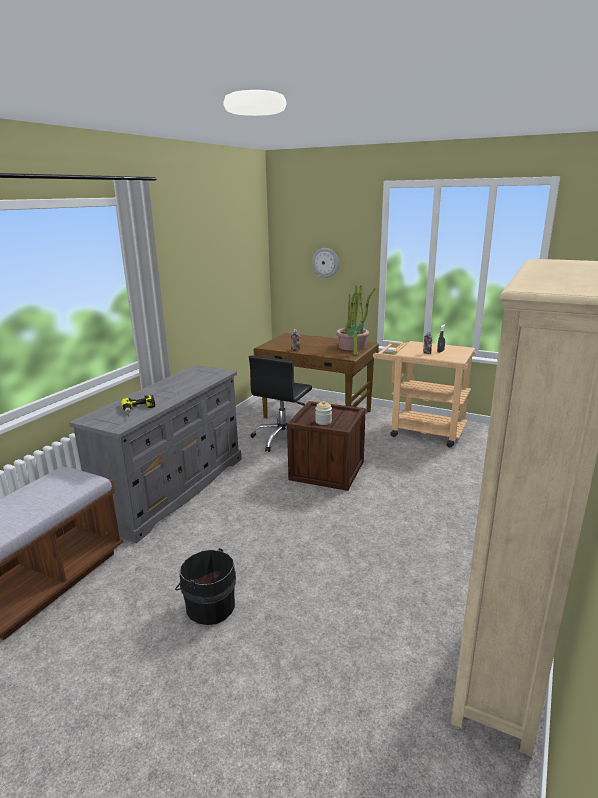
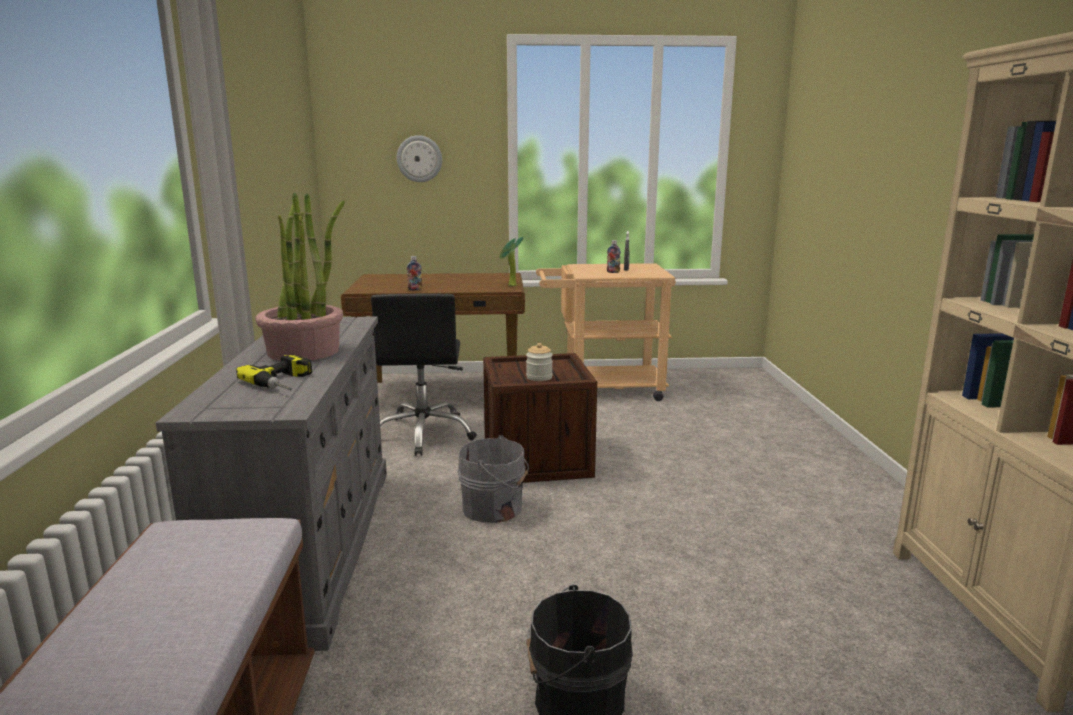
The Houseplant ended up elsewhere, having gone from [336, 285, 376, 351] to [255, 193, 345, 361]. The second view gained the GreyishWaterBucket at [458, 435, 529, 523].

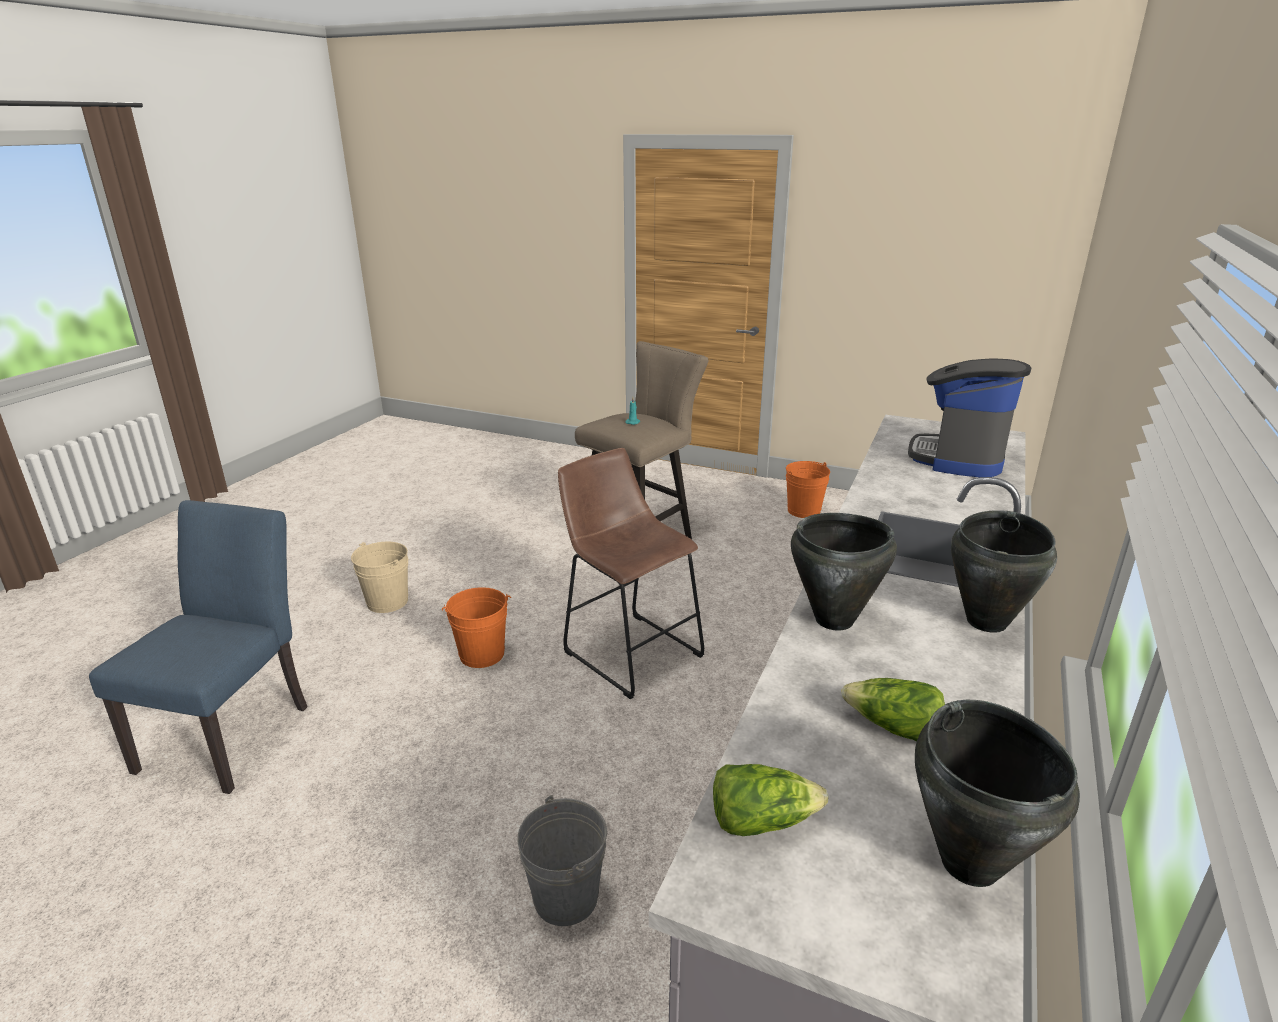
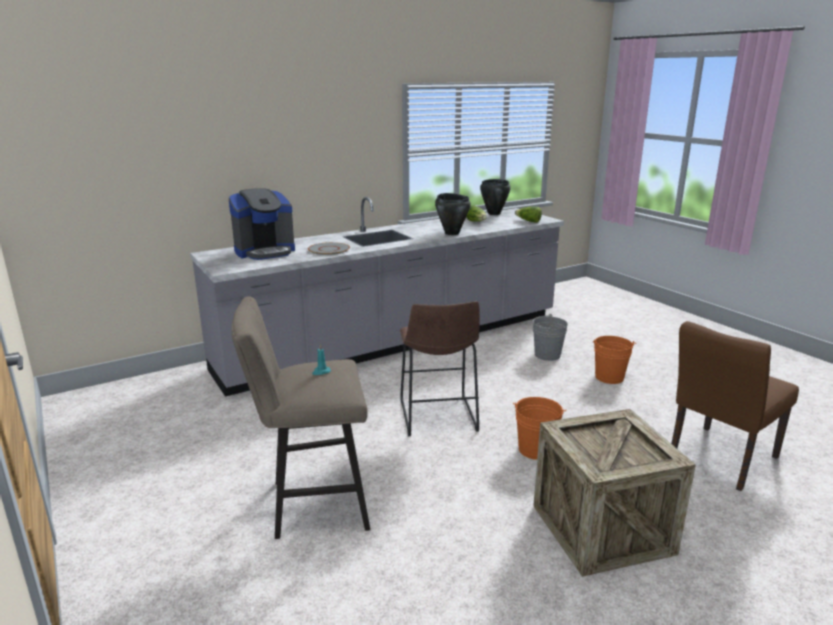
The OrangeyWaterBucket ended up elsewhere, having gone from [786, 461, 830, 518] to [593, 336, 636, 384]. What was the BluePlainChair at [89, 500, 308, 794] turned into the BrownishPlainChair at [671, 321, 799, 491]. The second view lost the BlackCookingPot at [951, 510, 1057, 633]. Where the SandColouredWaterBucket stood at [351, 542, 408, 613], the Crate came to stand at [533, 409, 696, 577]. The second view gained the GreyishFlatDish at [308, 242, 350, 255].

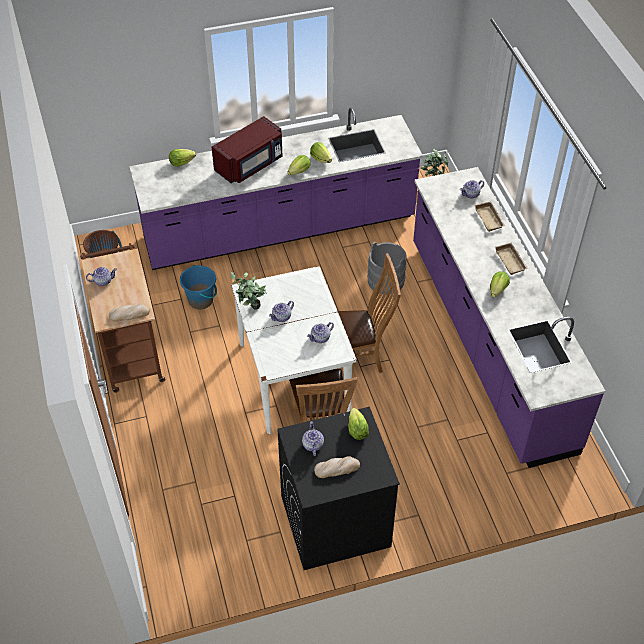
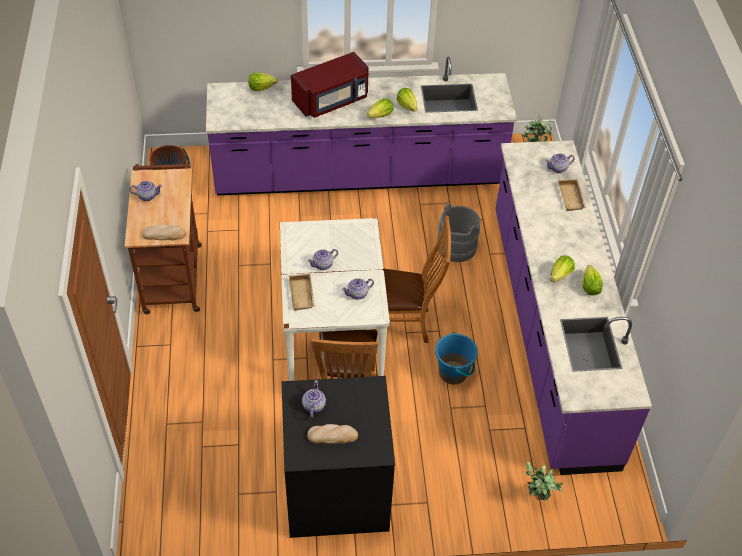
The SandColouredTray ended up elsewhere, having gone from [495, 242, 528, 275] to [289, 274, 315, 311]. The BlueWaterBucket ended up elsewhere, having gone from [180, 265, 217, 310] to [435, 332, 478, 384]. The Houseplant ended up elsewhere, having gone from [231, 272, 267, 310] to [526, 461, 563, 500]. The HeadOfLettuce ended up elsewhere, having gone from [348, 408, 369, 440] to [582, 265, 603, 295].

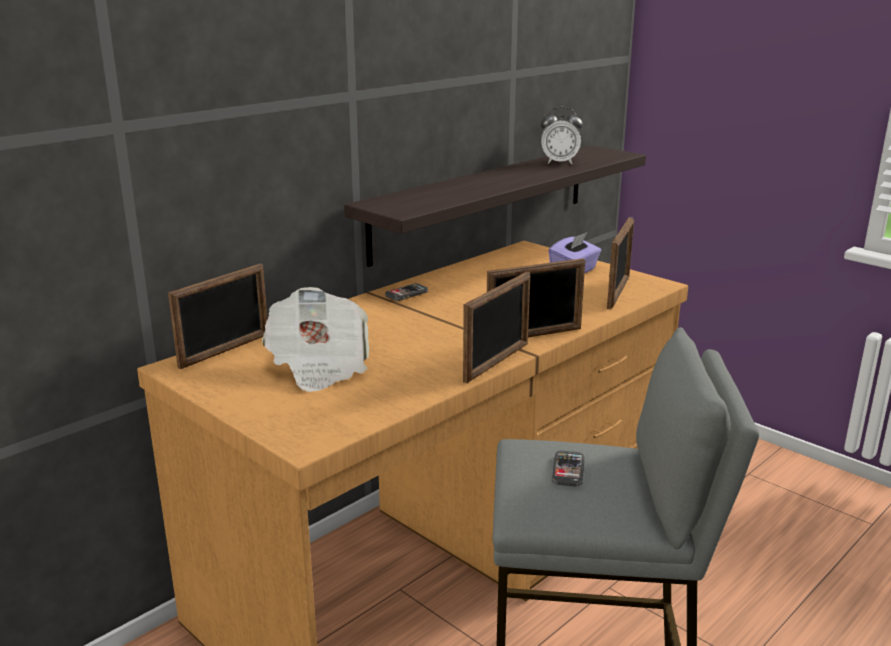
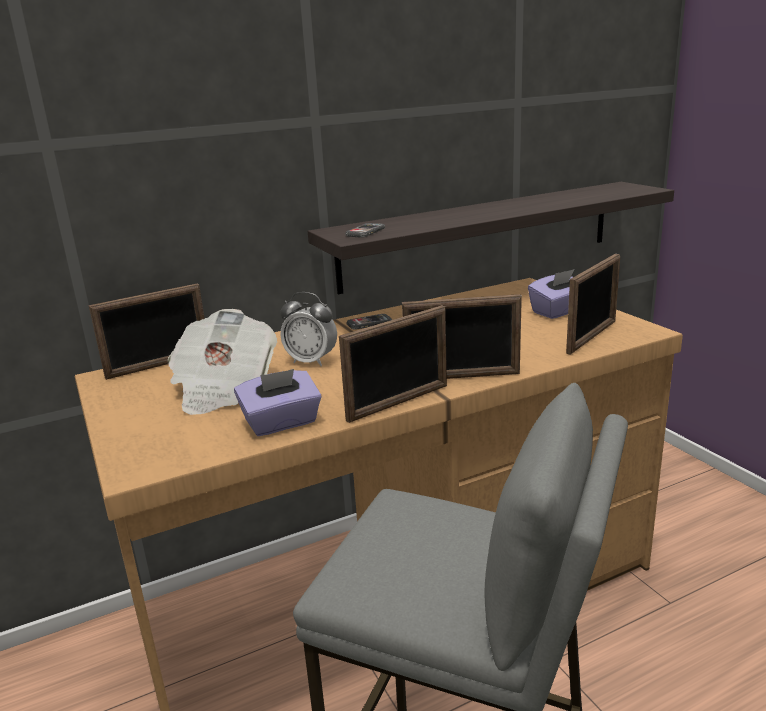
The TableClock ended up elsewhere, having gone from [541, 107, 583, 164] to [280, 292, 337, 366]. The Phone ended up elsewhere, having gone from [552, 451, 584, 487] to [345, 223, 385, 238]. The second view gained the PurpleColouredTissueBox at [234, 369, 322, 436].

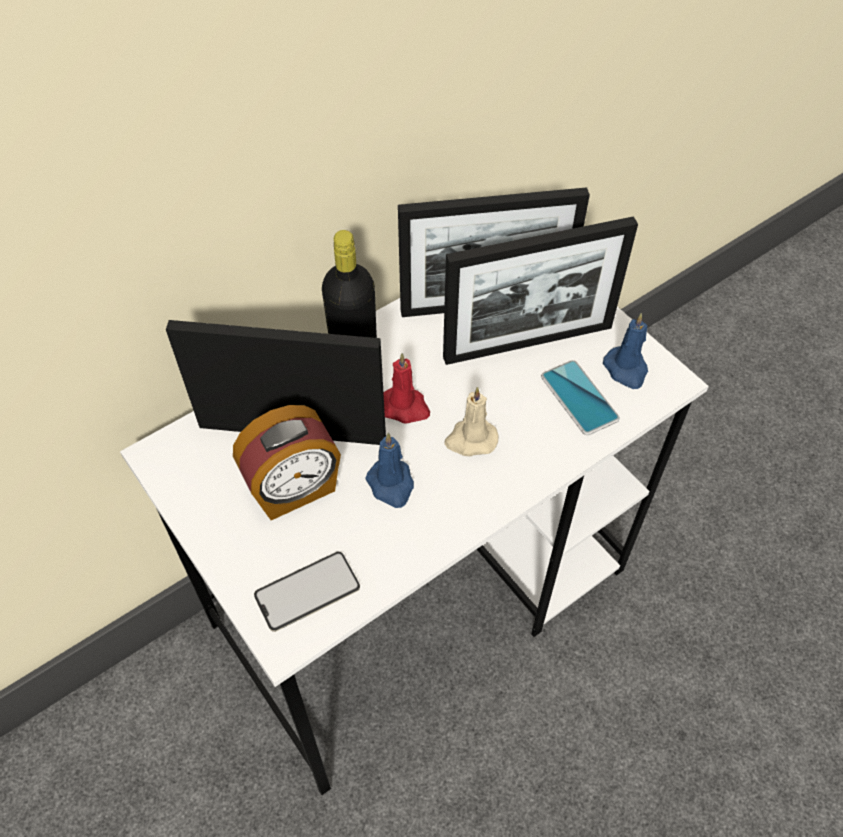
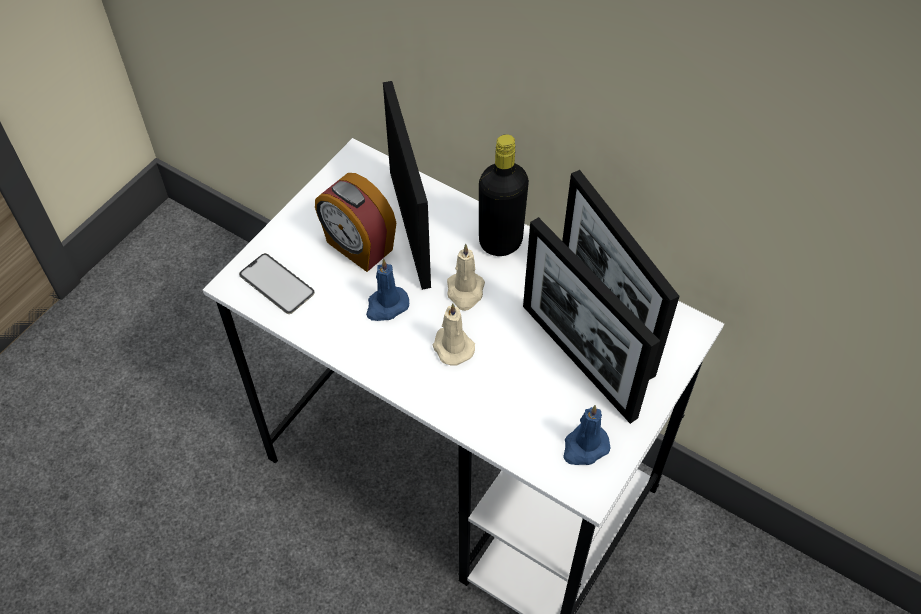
What was the ReddishWaxLight at [383, 353, 430, 424] turned into the SandColouredWaxLight at [447, 244, 485, 311]. The second view lost the Phone at [541, 360, 620, 435].

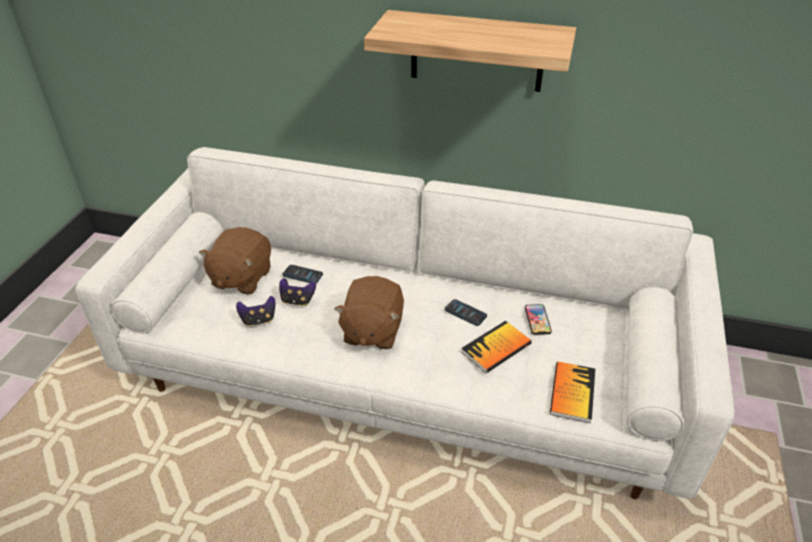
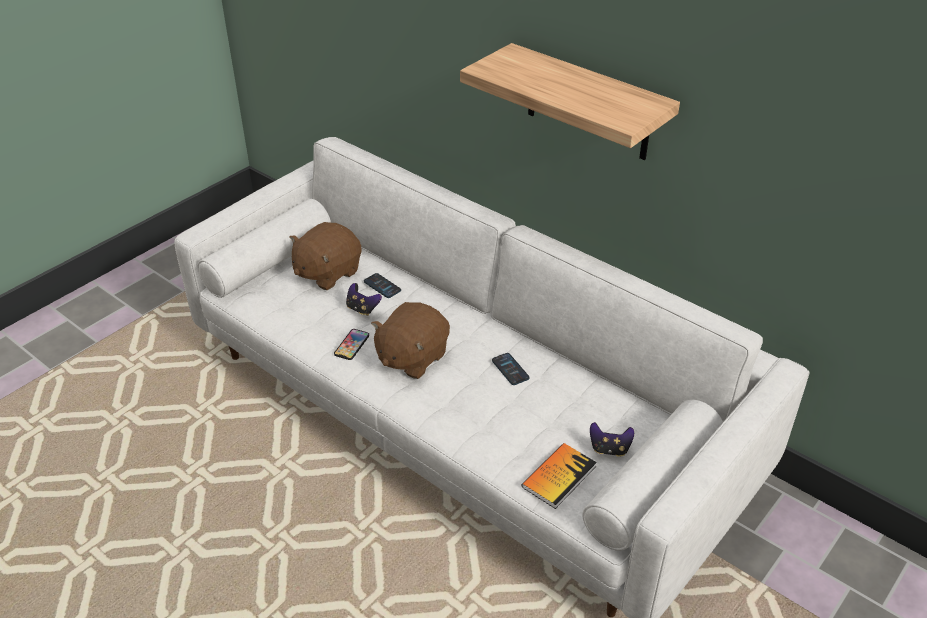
The GameController ended up elsewhere, having gone from [236, 296, 275, 326] to [590, 422, 634, 457]. The Phone ended up elsewhere, having gone from [525, 304, 552, 335] to [334, 329, 369, 360]. The second view lost the BoundBook at [461, 321, 532, 373].

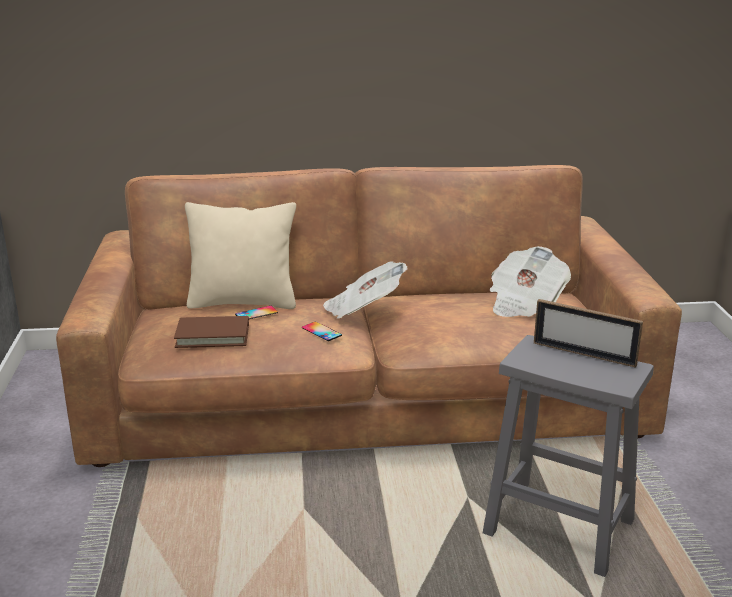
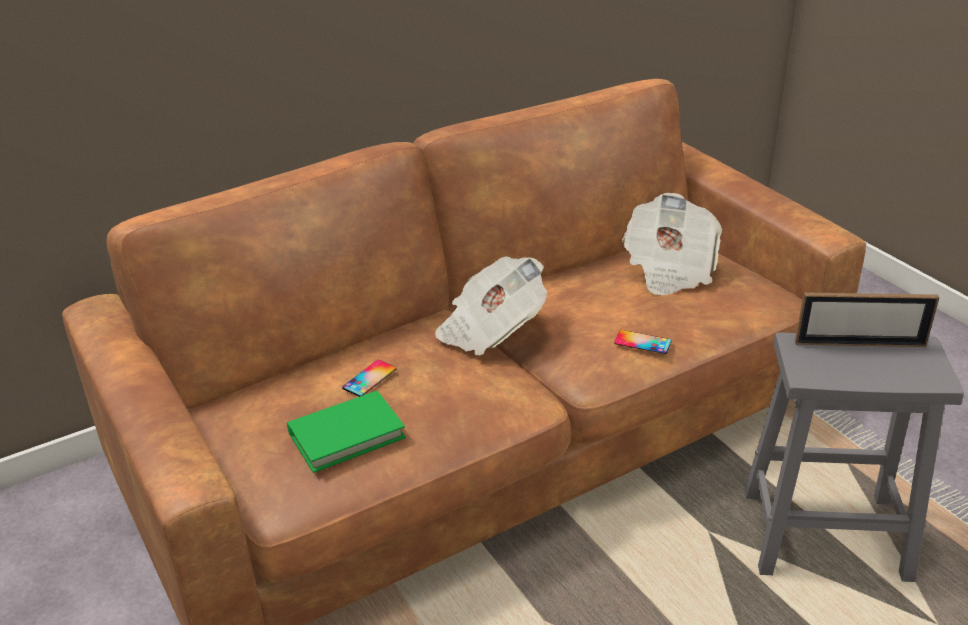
The second view lost the SandColouredPillow at [185, 202, 296, 309]. What was the BrownishBoundBook at [174, 316, 249, 348] turned into the GreenishBoundBook at [287, 391, 406, 473]. The Phone ended up elsewhere, having gone from [302, 322, 342, 341] to [614, 330, 672, 354].

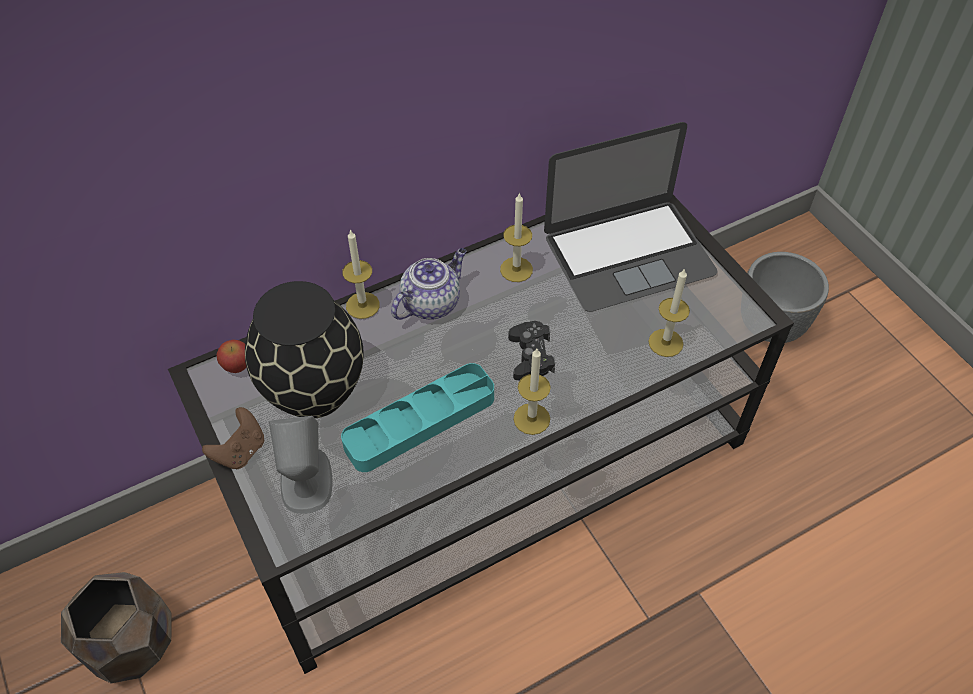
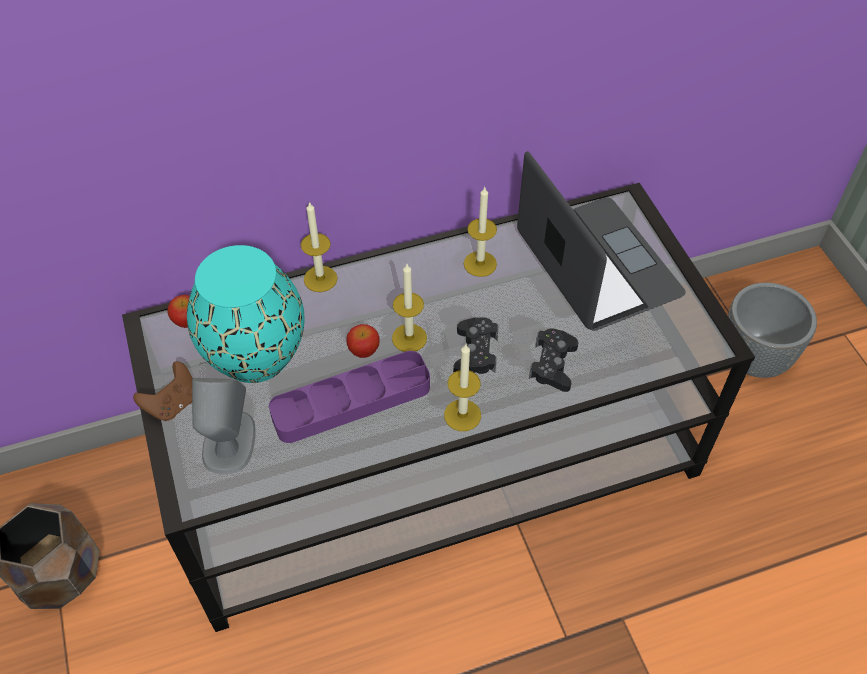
The PortableComputer at [544, 122, 718, 312] ended up facing another way, 105 degrees counterclockwise from before. The second view lost the TeaPot at [391, 248, 466, 320]. The WaxLight ended up elsewhere, having gone from [648, 268, 690, 357] to [392, 264, 427, 352]. What was the BlackFlowerVase at [245, 281, 364, 418] turned into the TurquoiseColouredFlowerVase at [187, 245, 305, 383]. What was the TurquoiseColouredTray at [341, 363, 494, 472] turned into the PurpleColouredTray at [269, 351, 430, 443]. The second view gained the AppleFruit at [346, 324, 379, 358]. The second view gained the BlackGameController at [529, 328, 578, 392].

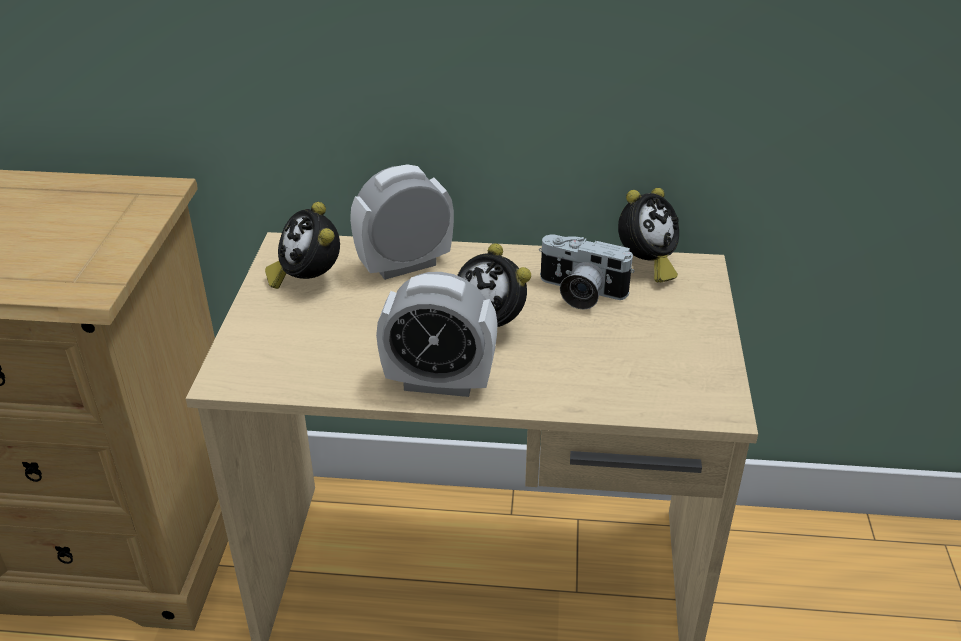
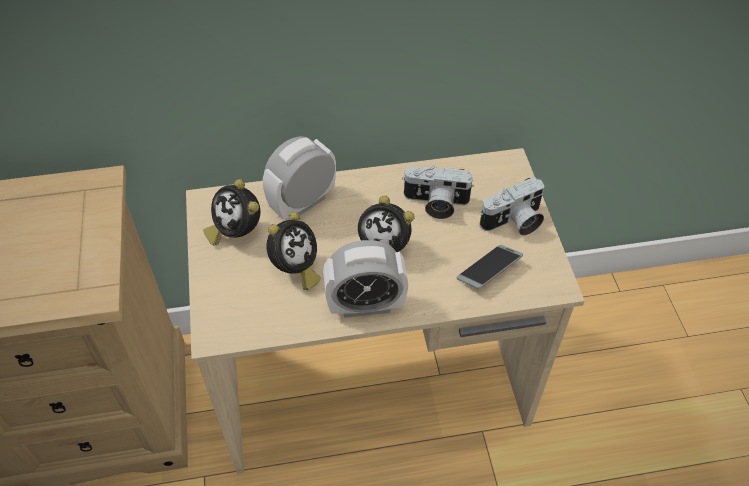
The TableClock ended up elsewhere, having gone from [618, 188, 679, 282] to [266, 212, 321, 290]. The second view gained the PhotoCamera at [480, 177, 544, 236]. The second view gained the Phone at [456, 245, 523, 289].

